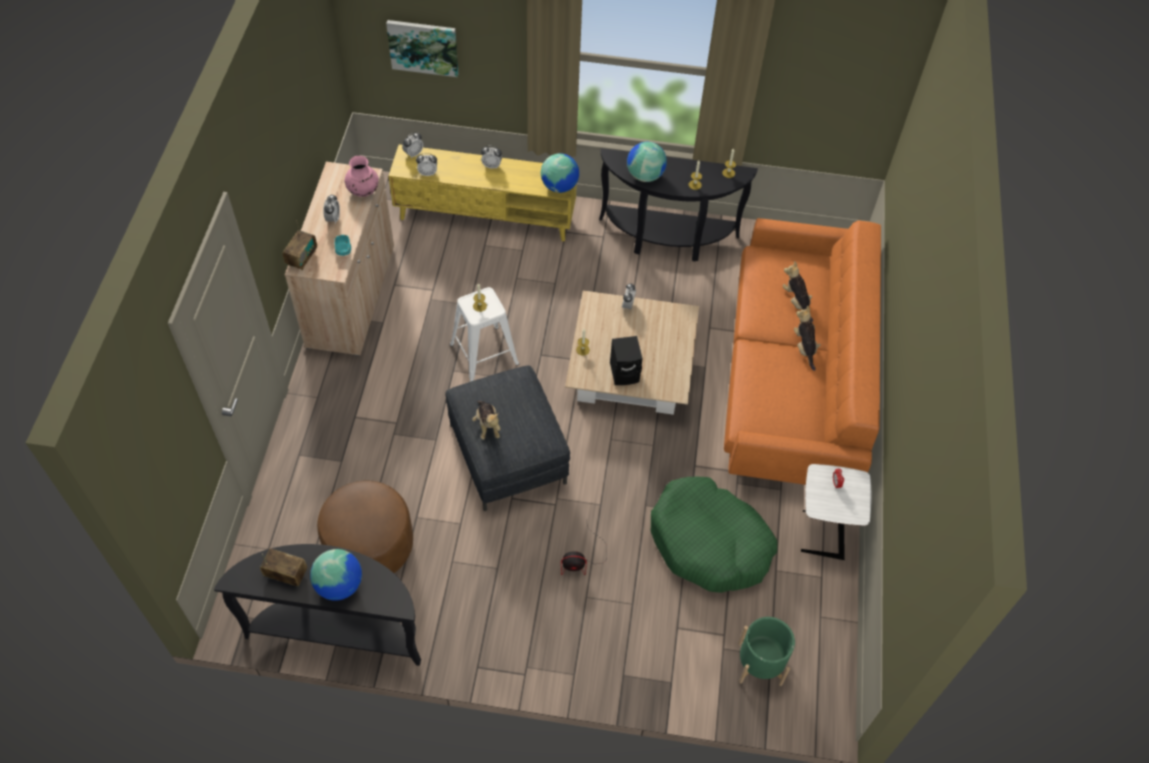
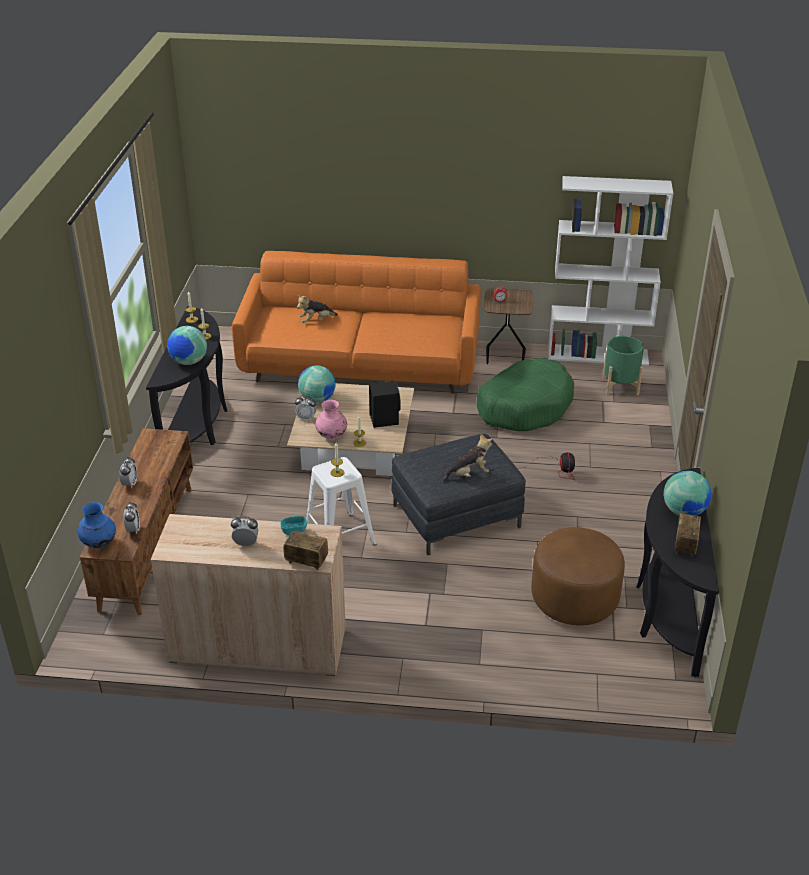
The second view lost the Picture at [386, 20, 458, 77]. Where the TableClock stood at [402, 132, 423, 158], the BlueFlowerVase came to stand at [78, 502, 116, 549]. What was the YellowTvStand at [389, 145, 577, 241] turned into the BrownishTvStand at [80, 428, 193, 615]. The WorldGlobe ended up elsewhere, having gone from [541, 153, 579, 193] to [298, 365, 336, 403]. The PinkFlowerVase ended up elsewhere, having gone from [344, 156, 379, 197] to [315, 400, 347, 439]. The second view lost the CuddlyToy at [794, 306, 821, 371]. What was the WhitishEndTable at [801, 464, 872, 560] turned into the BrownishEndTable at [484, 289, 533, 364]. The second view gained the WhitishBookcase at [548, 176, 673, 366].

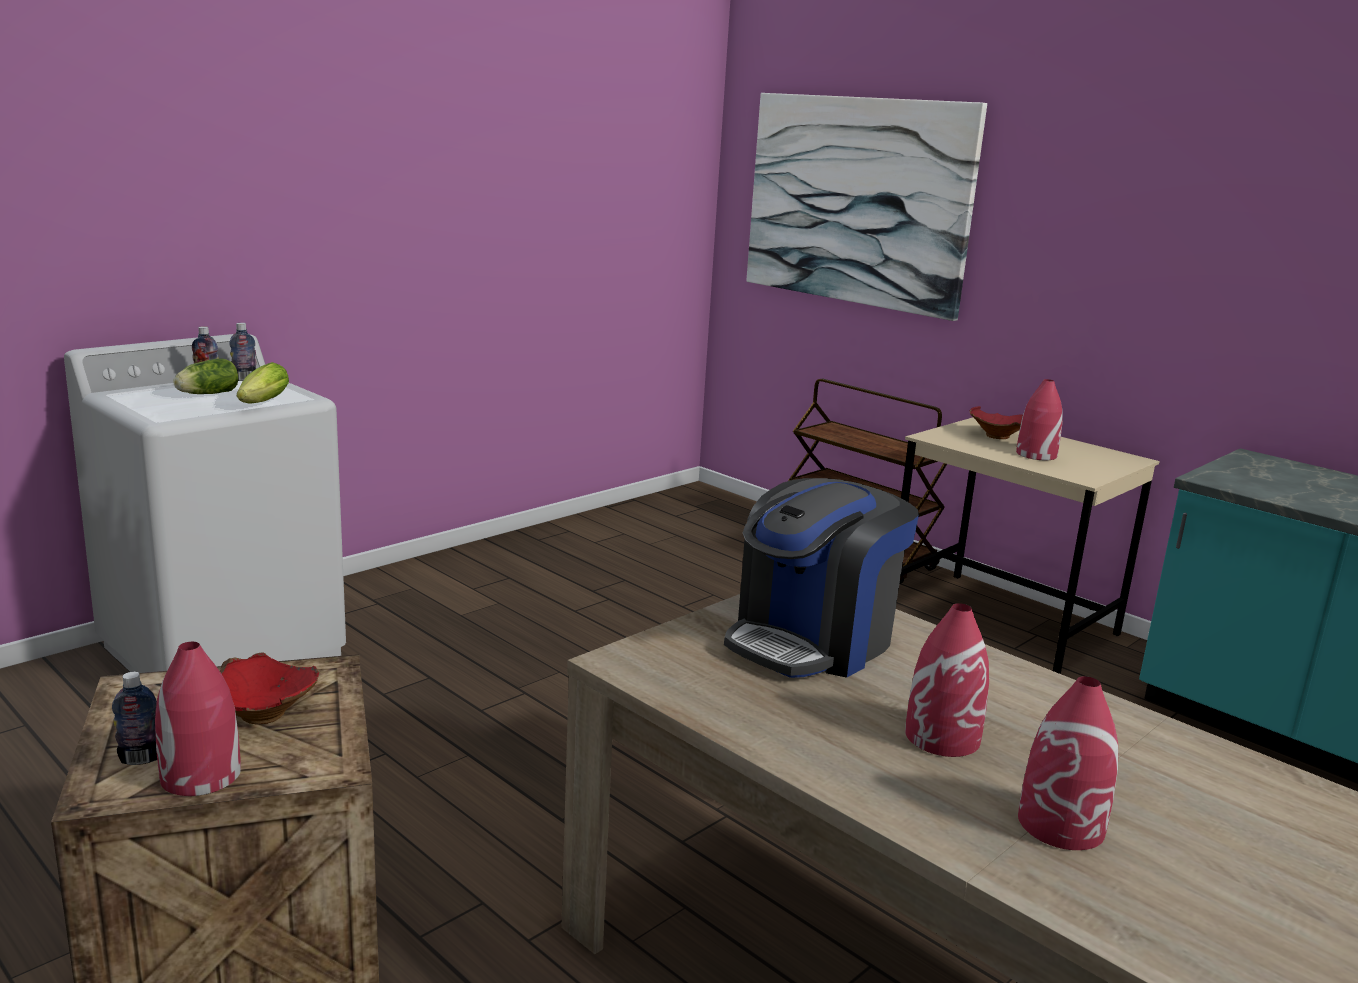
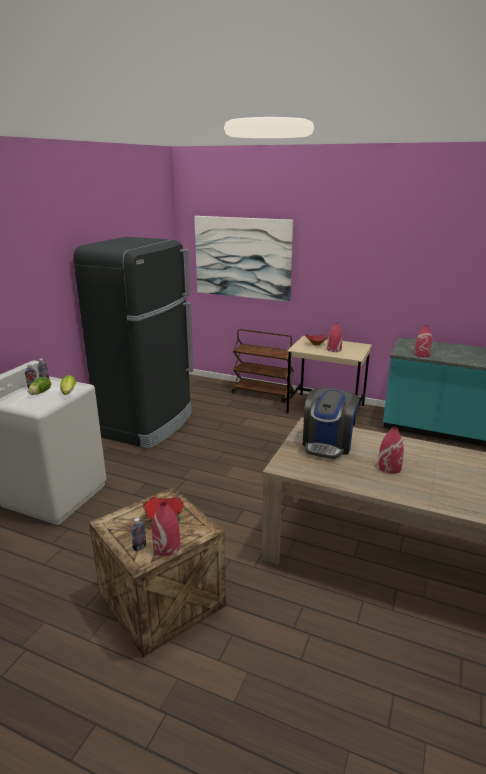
The ReddishFlowerVase ended up elsewhere, having gone from [1018, 676, 1118, 850] to [414, 325, 432, 357]. The second view gained the BlackFridge at [74, 237, 194, 449].

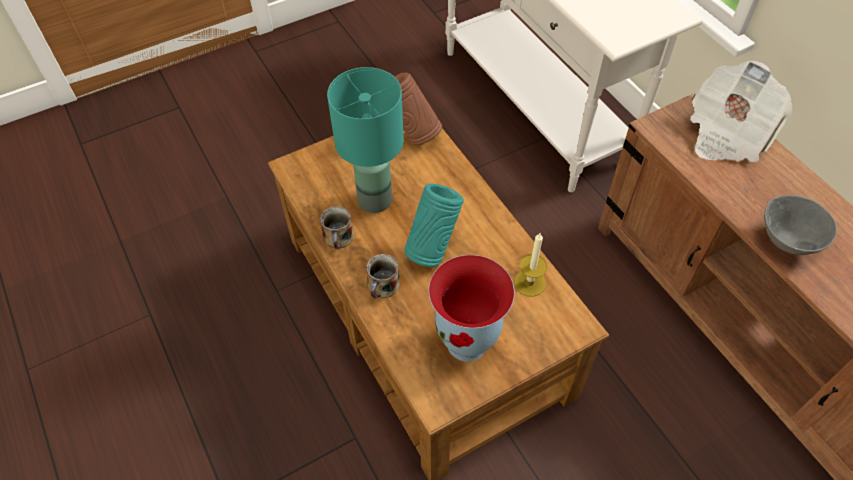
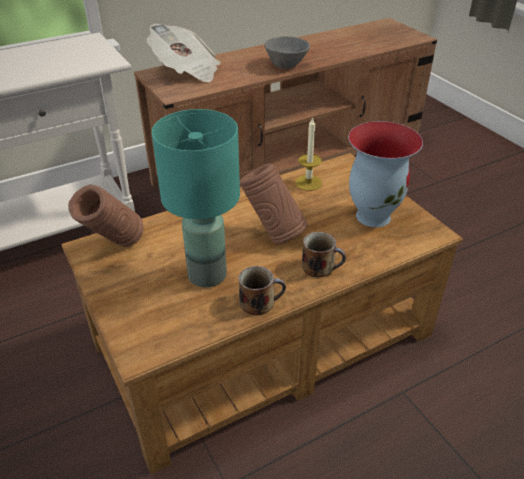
What was the TurquoiseColouredFlowerVase at [405, 184, 464, 267] turned into the BrownishFlowerVase at [240, 163, 308, 244].

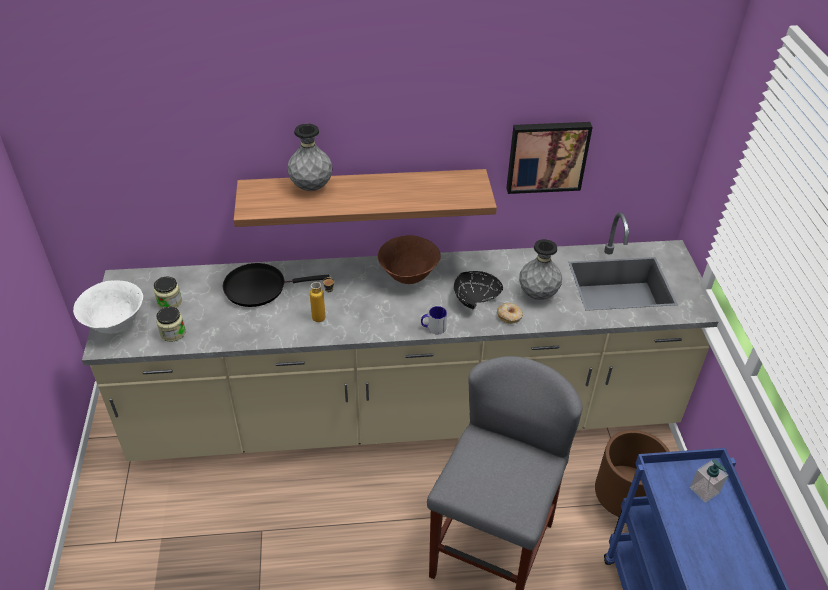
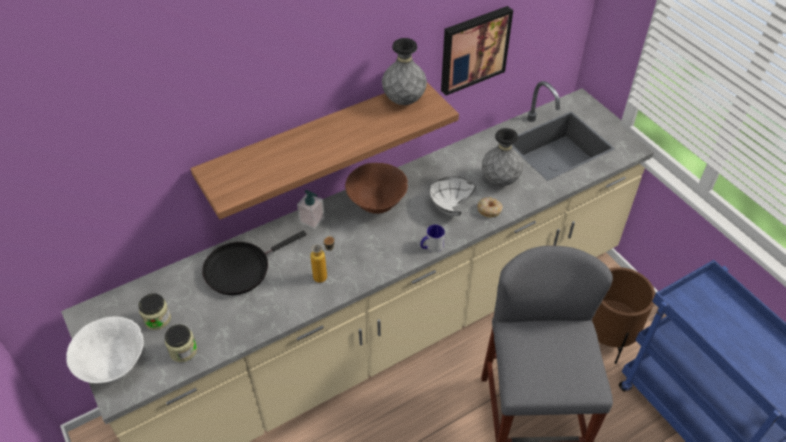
The GreyishFlowerVase ended up elsewhere, having gone from [287, 124, 333, 191] to [382, 38, 427, 105]. What was the BlackServingBowl at [454, 271, 503, 310] turned into the WhitishServingBowl at [429, 177, 476, 216]. The SoapDispenser ended up elsewhere, having gone from [689, 459, 728, 503] to [297, 190, 325, 229].

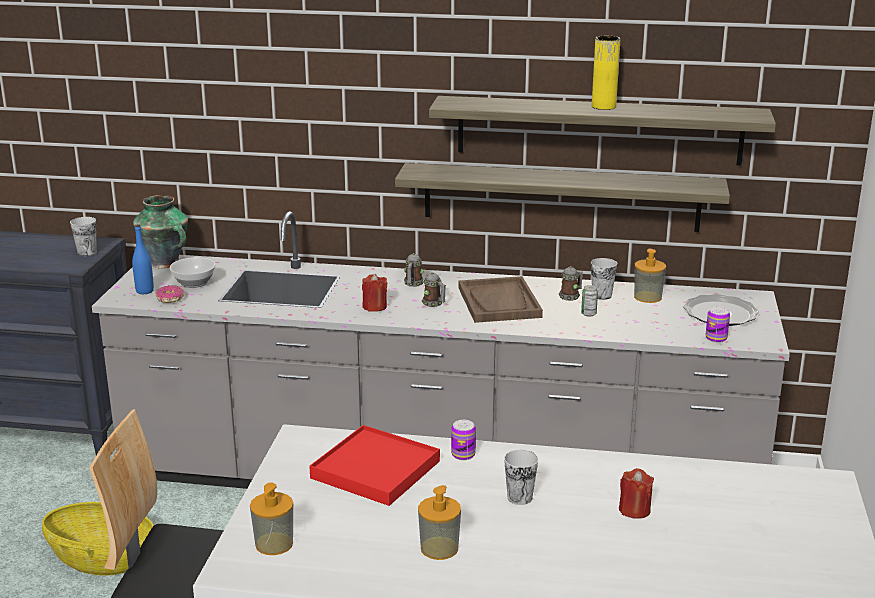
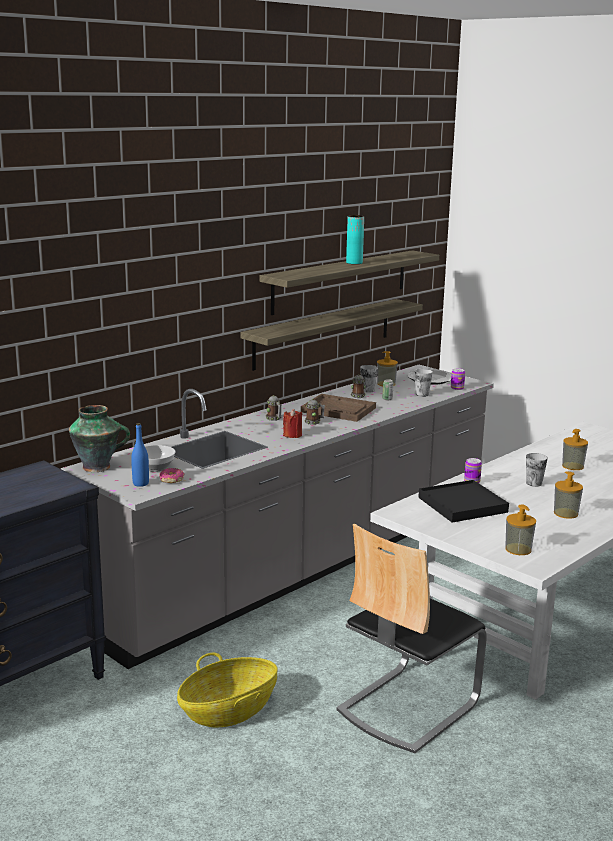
What was the YellowFlowerVase at [592, 36, 620, 110] turned into the TurquoiseColouredFlowerVase at [346, 215, 364, 264]. The DrinkingCup ended up elsewhere, having gone from [70, 217, 97, 256] to [415, 369, 433, 397]. What was the ReddishTray at [309, 425, 440, 506] turned into the BlackTray at [418, 480, 509, 523]. Where the ReddishWaxLight stood at [619, 468, 654, 519], the SoapDispenser came to stand at [562, 429, 588, 470].

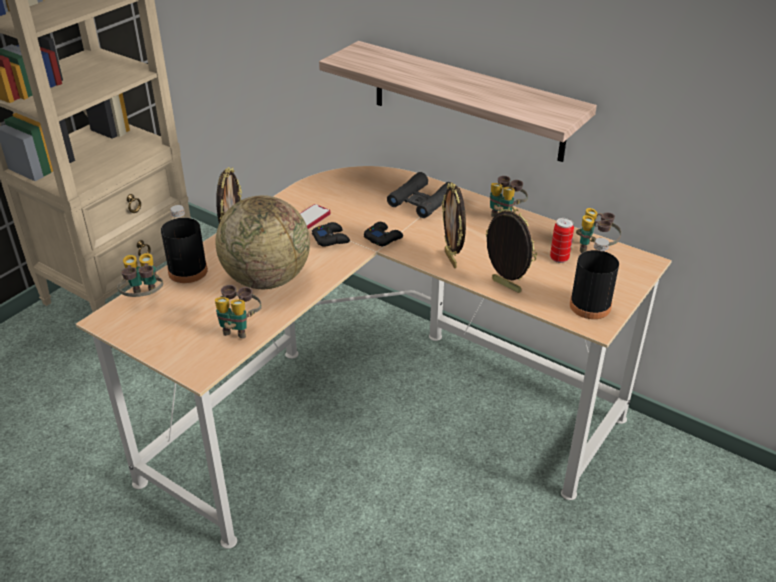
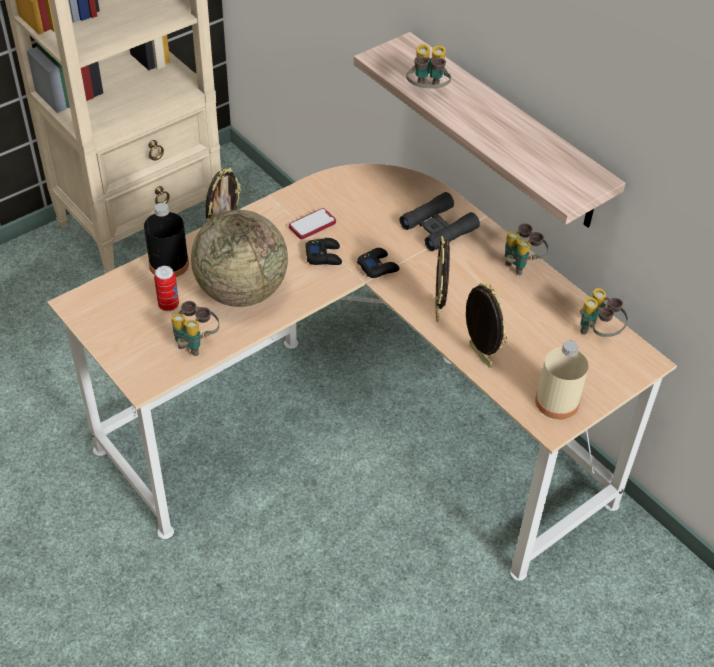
The SealedCan ended up elsewhere, having gone from [550, 218, 574, 263] to [154, 266, 179, 311]. What was the BlackBottle at [570, 238, 619, 319] turned into the SandColouredBottle at [535, 340, 589, 419]. The PairOfBinoculars ended up elsewhere, having gone from [117, 253, 163, 297] to [406, 44, 451, 89].

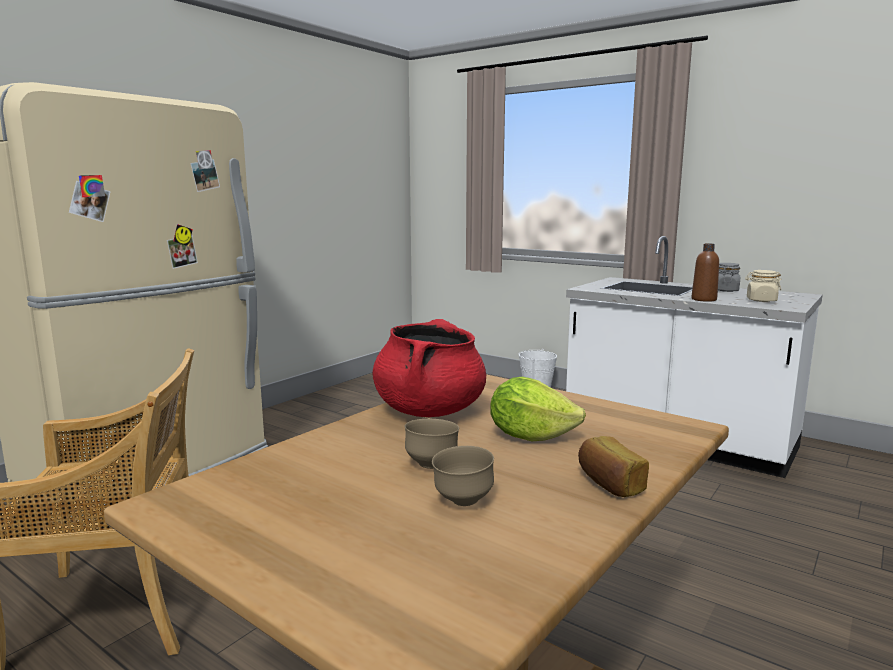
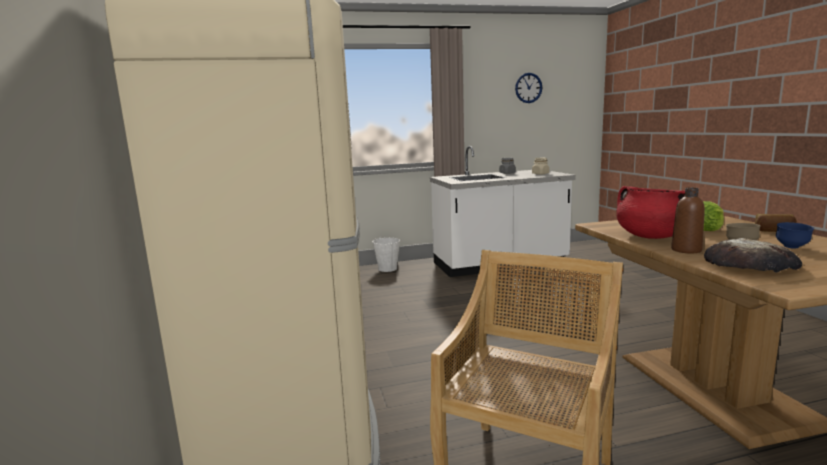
The BrownishBottle ended up elsewhere, having gone from [691, 243, 719, 302] to [671, 187, 705, 254]. What was the BrownishServingBowl at [432, 446, 494, 506] turned into the BlueServingBowl at [776, 222, 814, 249]. The second view gained the HangingClock at [515, 73, 542, 103]. The second view gained the Bread at [704, 238, 802, 273].

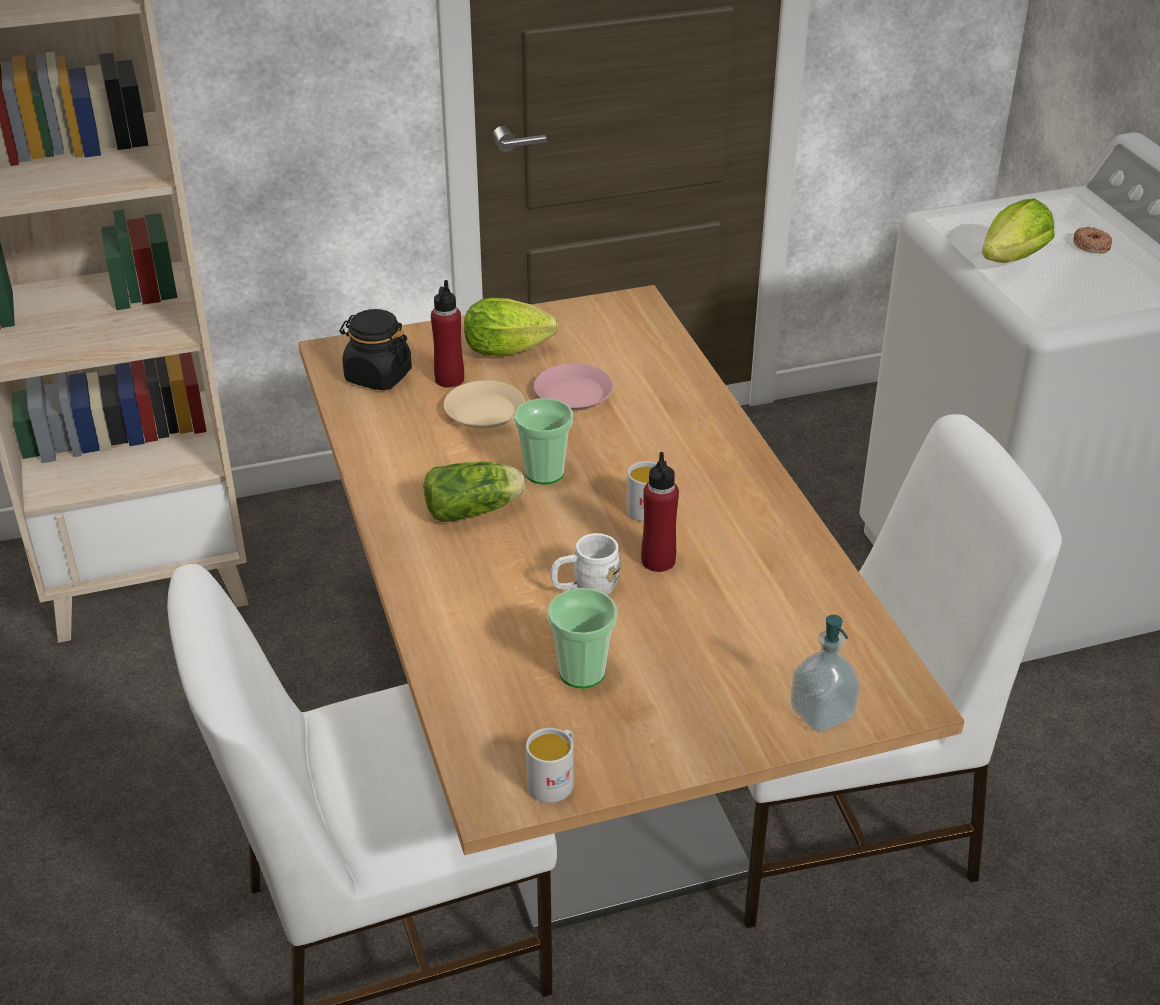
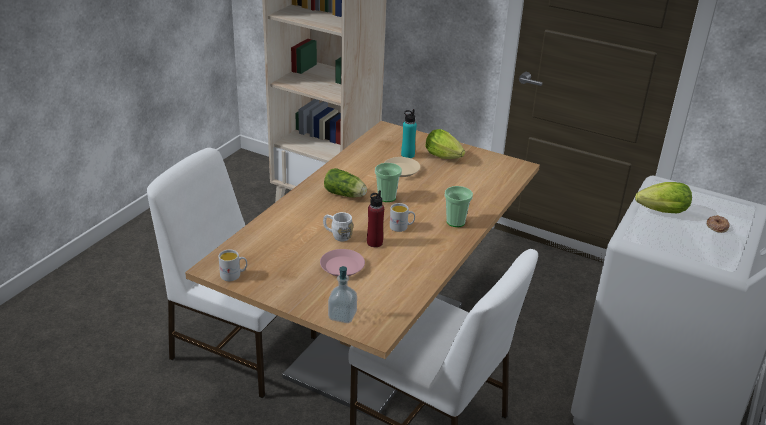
What was the ReddishBottle at [431, 280, 464, 388] turned into the TurquoiseColouredBottle at [401, 109, 417, 158]. The second view lost the BlackJar at [339, 309, 412, 390]. The PinkFlatDish ended up elsewhere, having gone from [534, 364, 614, 411] to [320, 249, 365, 276]. The DrinkingCup ended up elsewhere, having gone from [547, 588, 617, 689] to [445, 186, 473, 227].

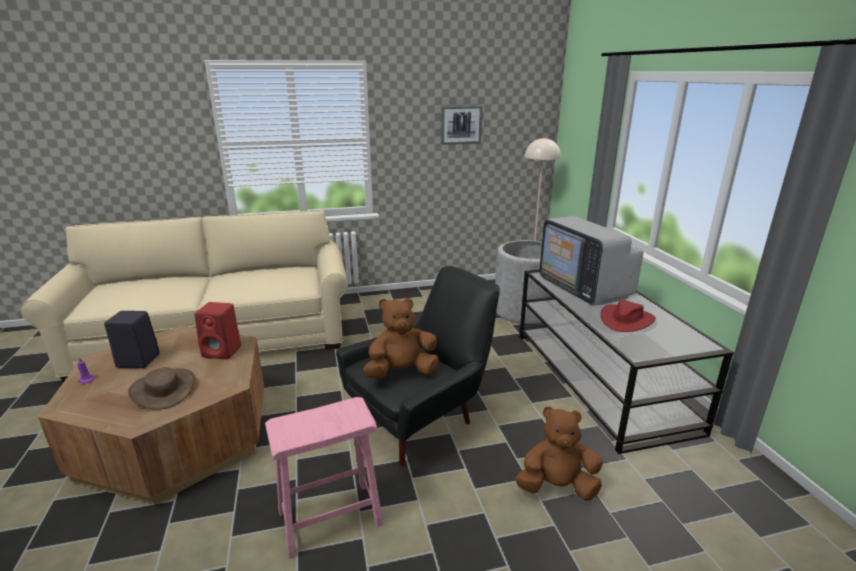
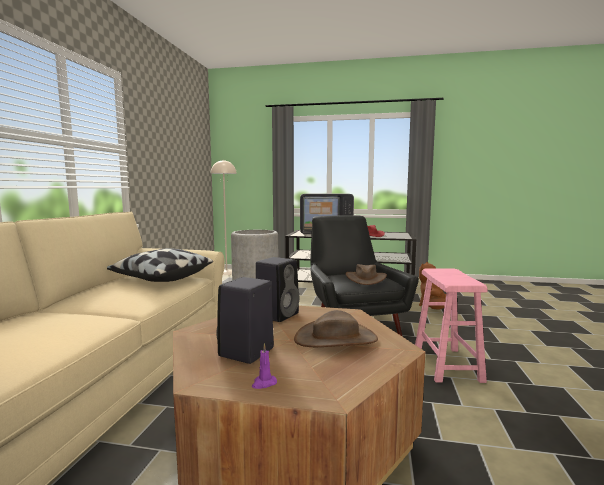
The second view lost the Picture at [441, 106, 482, 145]. Where the BrownishCuddlyToy stood at [363, 298, 439, 379], the BrownishWearableHat came to stand at [346, 264, 387, 285]. What was the ReddishSpeaker at [195, 302, 241, 359] turned into the BlackSpeaker at [256, 257, 299, 322]. The second view gained the Pillow at [107, 248, 213, 282].

